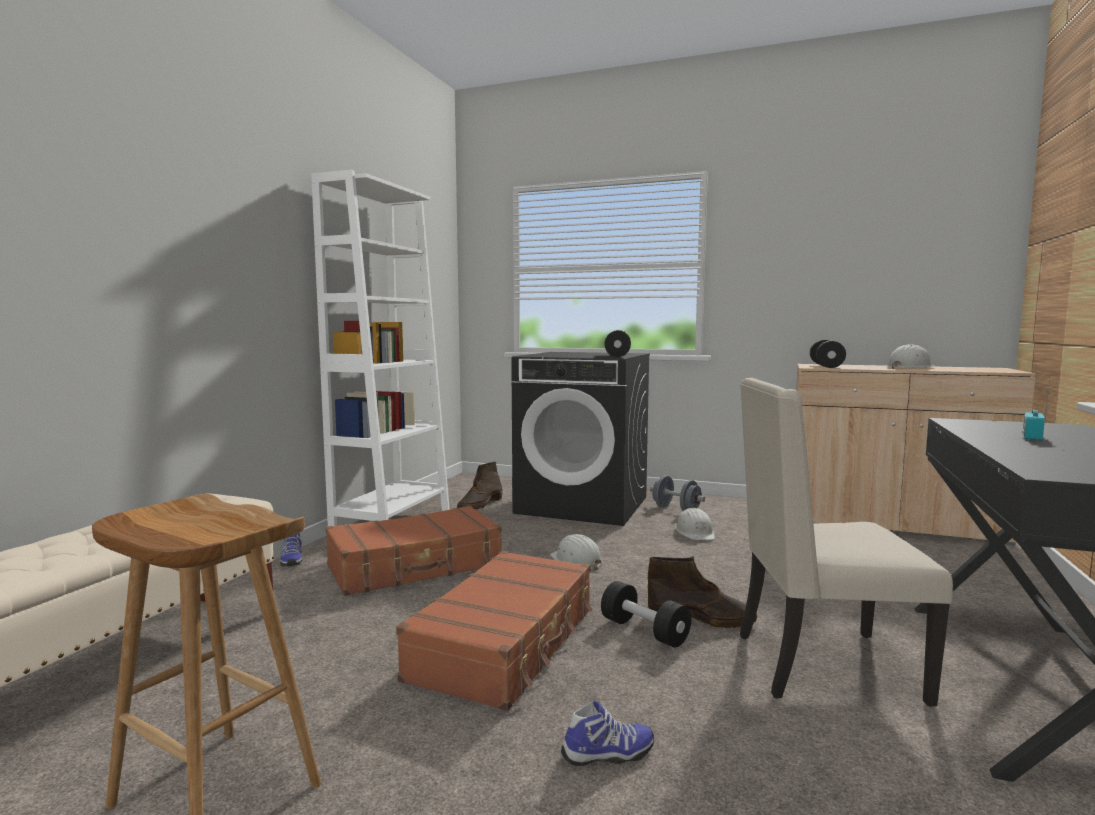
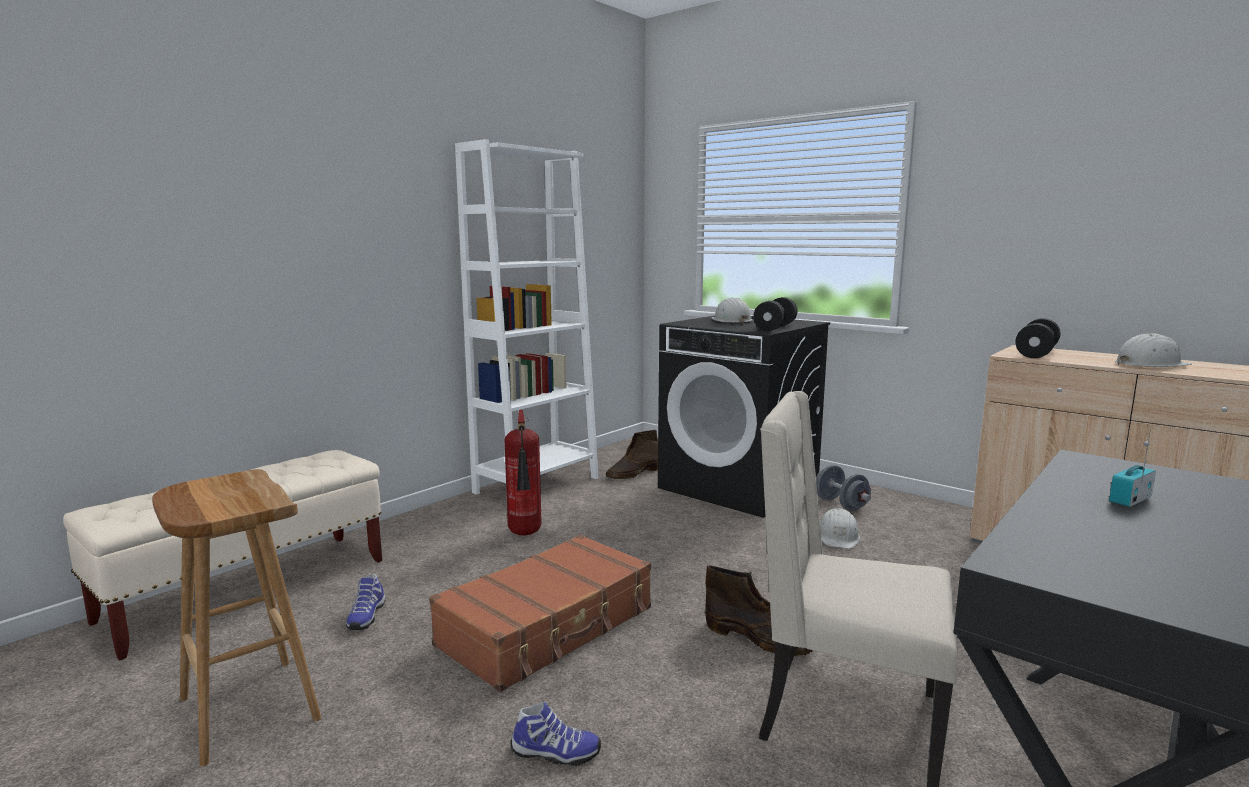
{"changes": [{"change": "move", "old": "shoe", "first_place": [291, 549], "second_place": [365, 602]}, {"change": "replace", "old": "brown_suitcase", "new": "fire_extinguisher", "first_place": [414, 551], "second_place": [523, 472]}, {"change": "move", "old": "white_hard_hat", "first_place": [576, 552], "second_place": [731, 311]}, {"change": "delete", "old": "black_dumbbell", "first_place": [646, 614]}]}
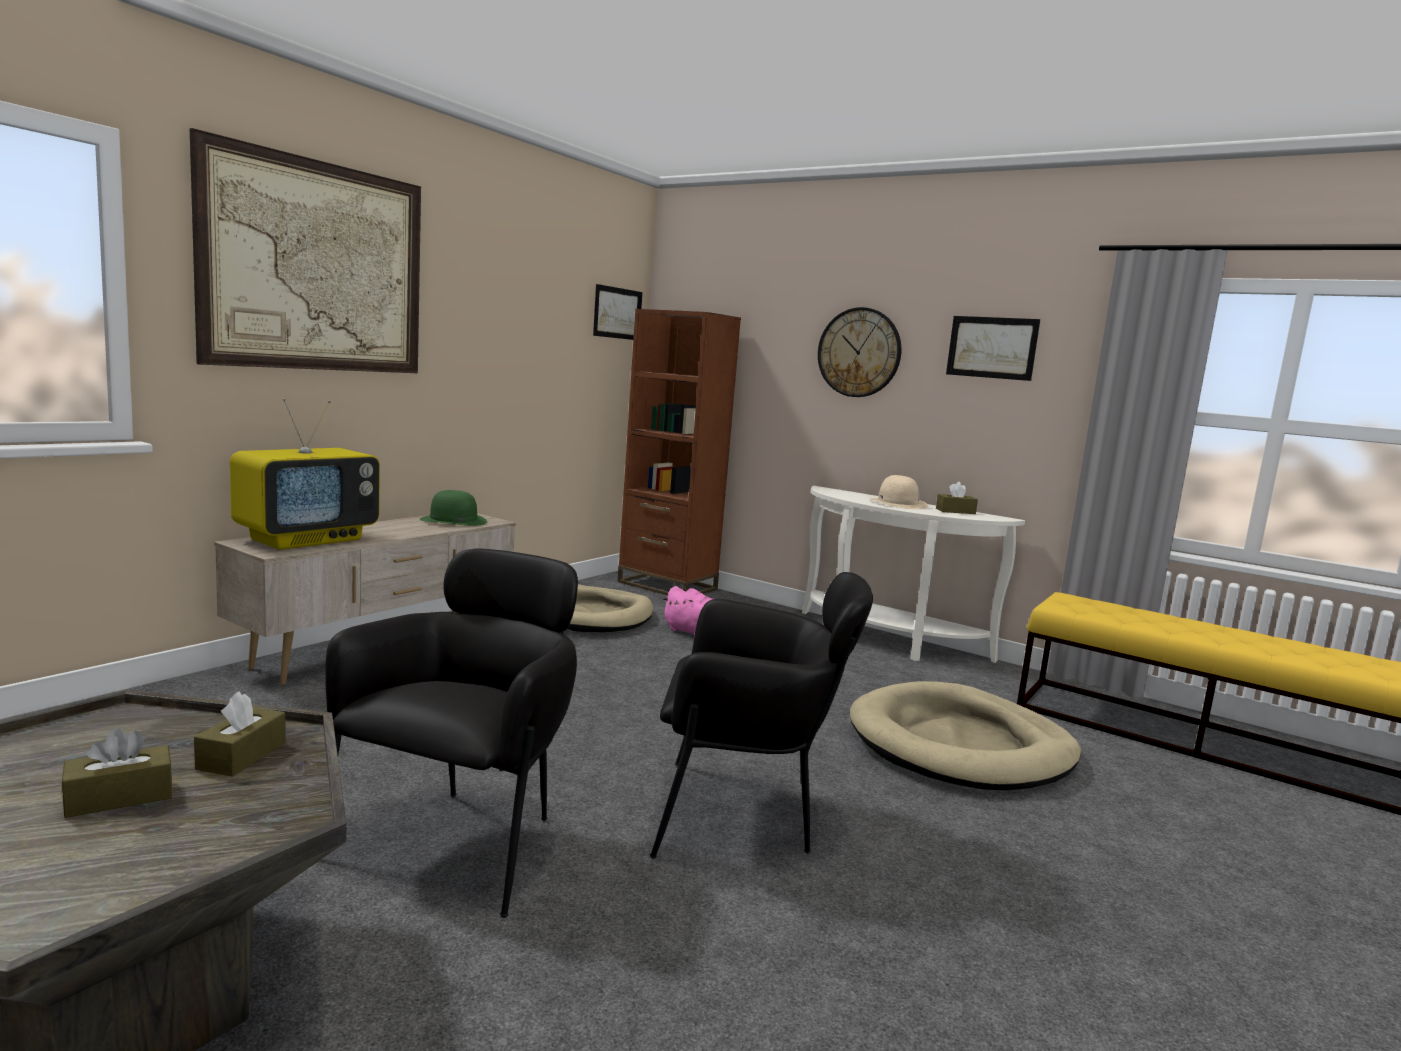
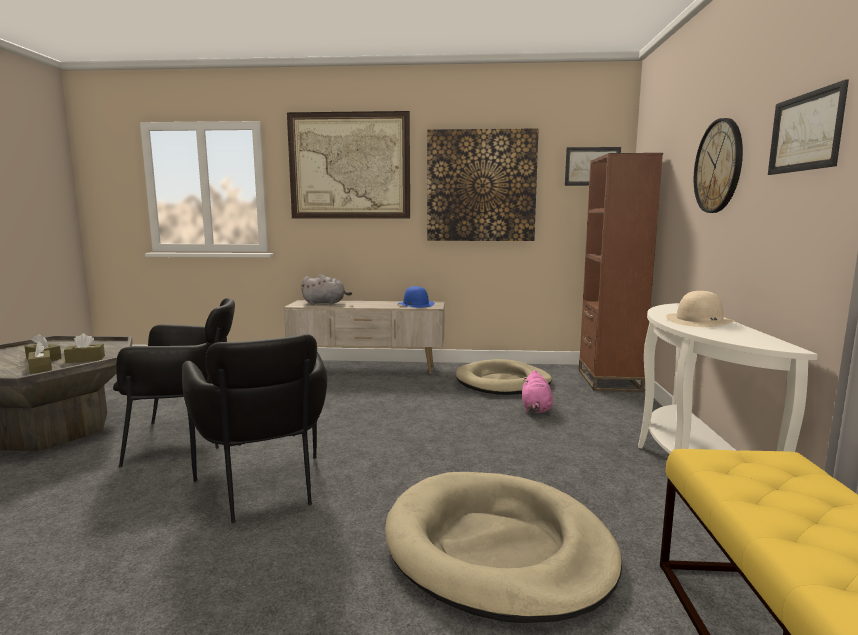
{"changes": [{"change": "replace", "old": "television", "new": "grey_plush_toy", "first_place": [305, 474], "second_place": [326, 289]}, {"change": "recolor", "old": "green_hat", "new": "blue_hat", "first_place": [453, 508], "second_place": [416, 297]}, {"change": "move", "old": "brown_tissue_box", "first_place": [957, 498], "second_place": [40, 357]}, {"change": "insert", "new": "picture", "second_place": [483, 184]}]}
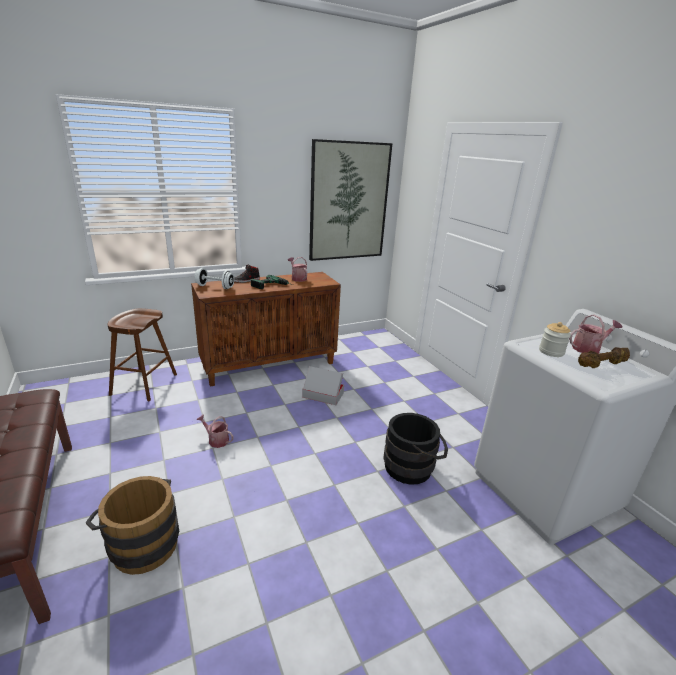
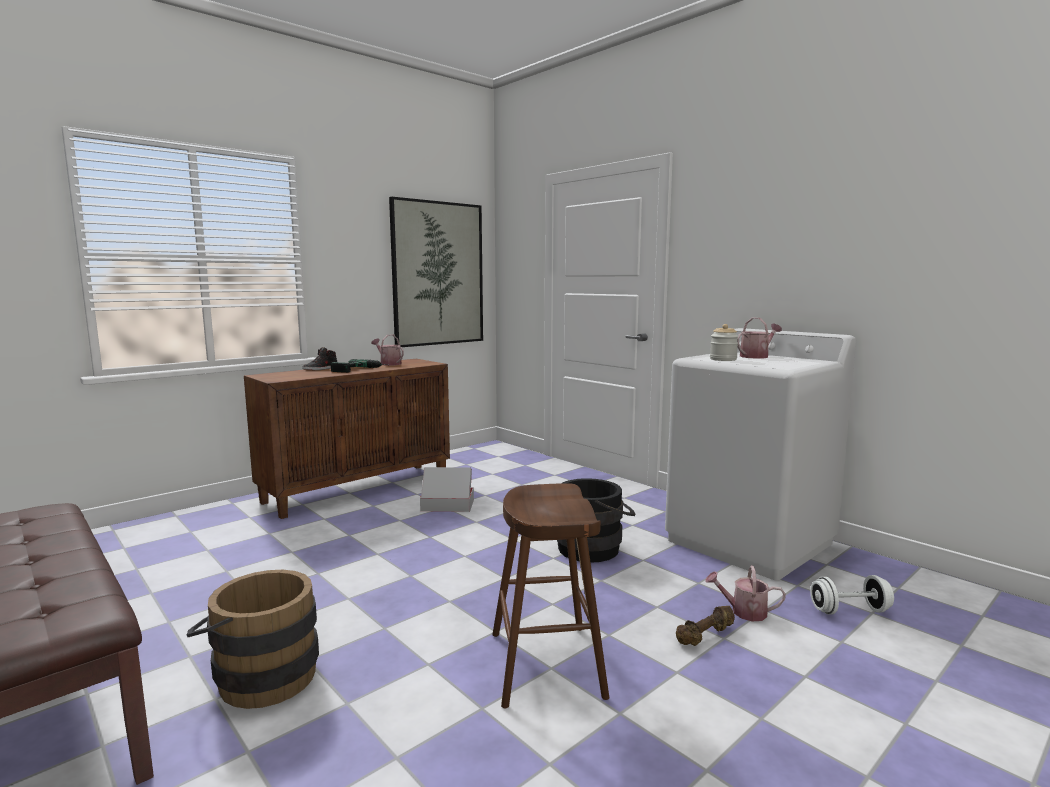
{"changes": [{"change": "move", "old": "brown_stool", "first_place": [142, 354], "second_place": [550, 595]}, {"change": "move", "old": "white_dumbbell", "first_place": [214, 278], "second_place": [852, 595]}, {"change": "move", "old": "watering_can", "first_place": [215, 431], "second_place": [745, 593]}, {"change": "move", "old": "brown_dumbbell", "first_place": [604, 357], "second_place": [705, 626]}]}
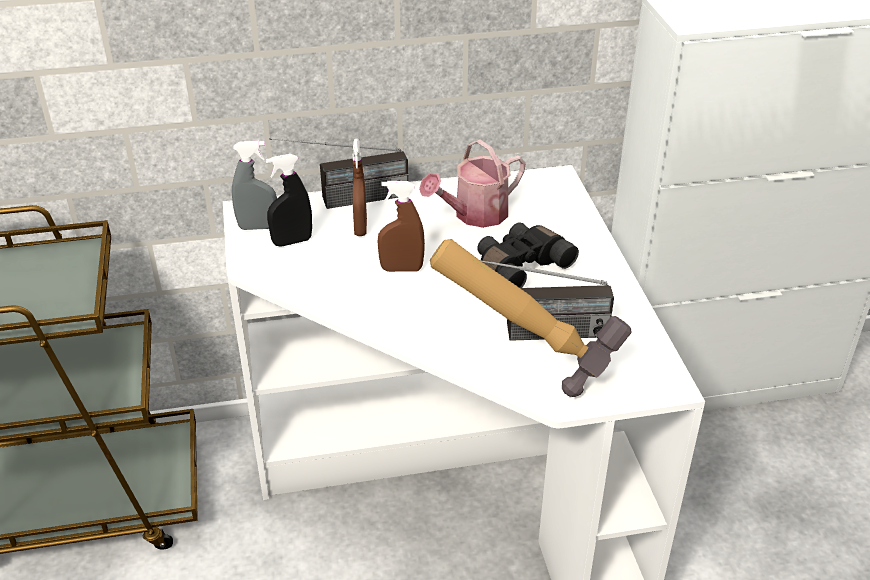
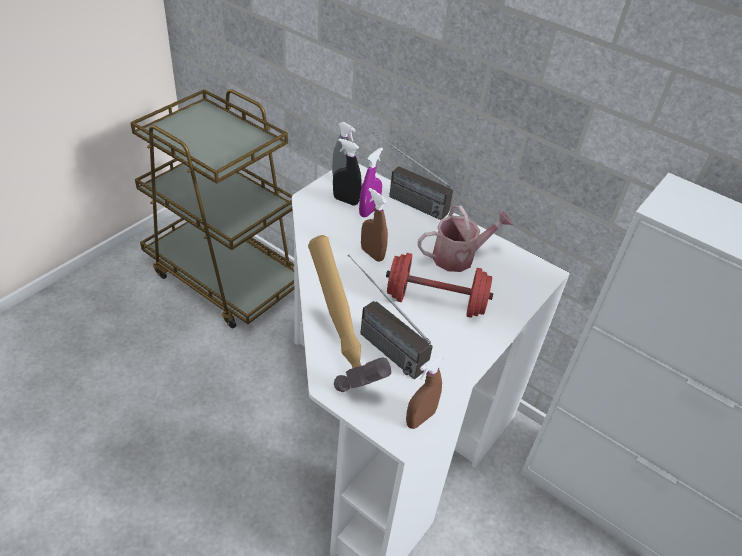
{"changes": [{"change": "move", "old": "brown_spray_bottle", "first_place": [359, 187], "second_place": [425, 391]}, {"change": "rotate", "old": "watering_can", "first_place": [472, 183], "second_place": [465, 238], "degrees": 150}, {"change": "replace", "old": "black_binoculars", "new": "red_dumbbell", "first_place": [528, 255], "second_place": [439, 285]}, {"change": "insert", "new": "purple_spray_bottle", "second_place": [371, 182]}]}
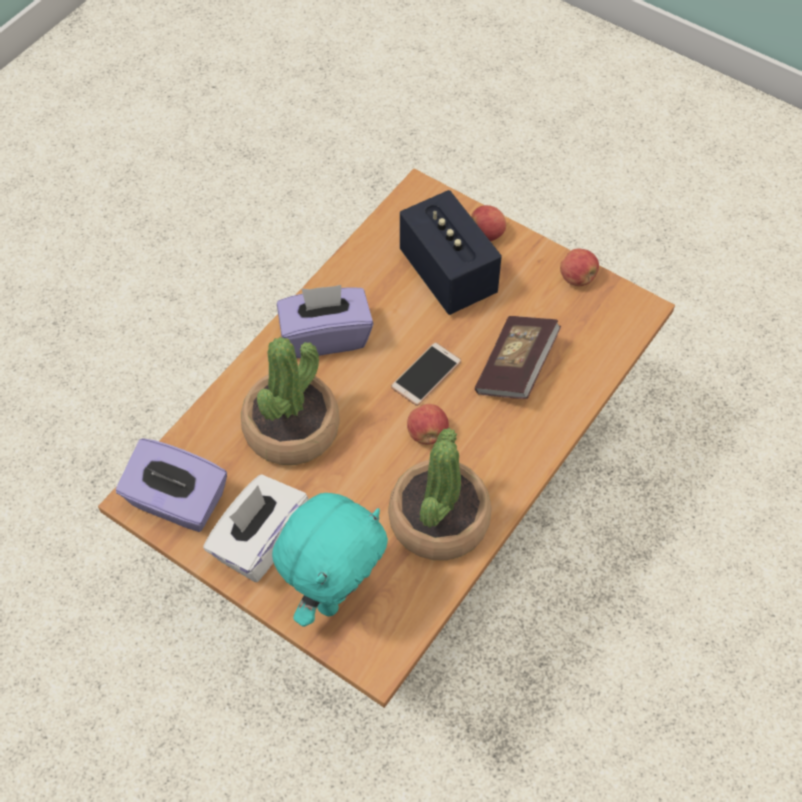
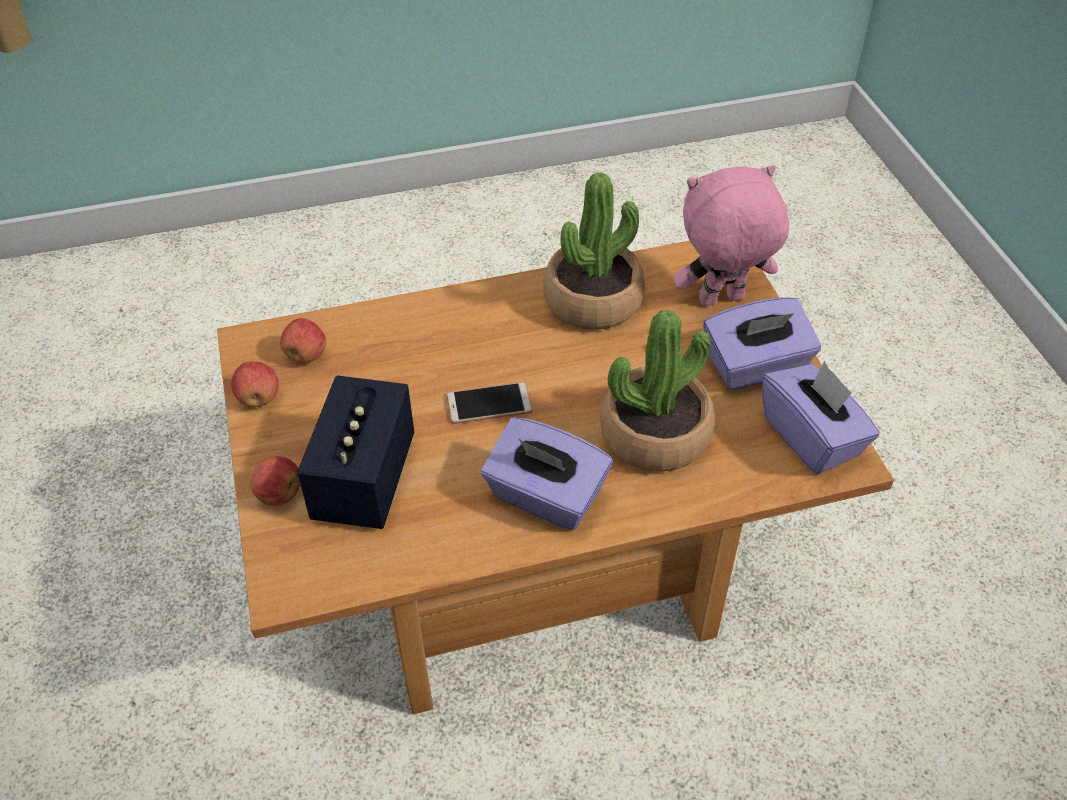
{"changes": [{"change": "recolor", "old": "white_tissue_box", "new": "purple_tissue_box", "first_place": [256, 528], "second_place": [762, 343]}, {"change": "recolor", "old": "turquoise_plush_toy", "new": "pink_plush_toy", "first_place": [330, 560], "second_place": [731, 235]}, {"change": "move", "old": "apple", "first_place": [428, 424], "second_place": [303, 340]}, {"change": "delete", "old": "book", "first_place": [518, 357]}]}
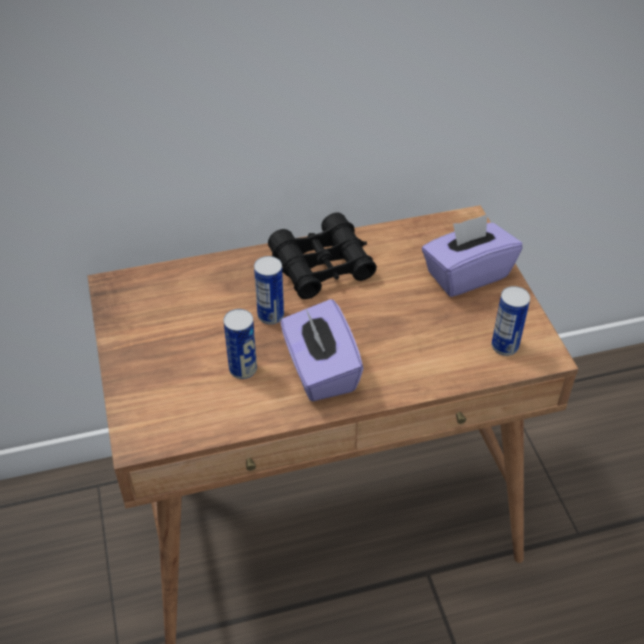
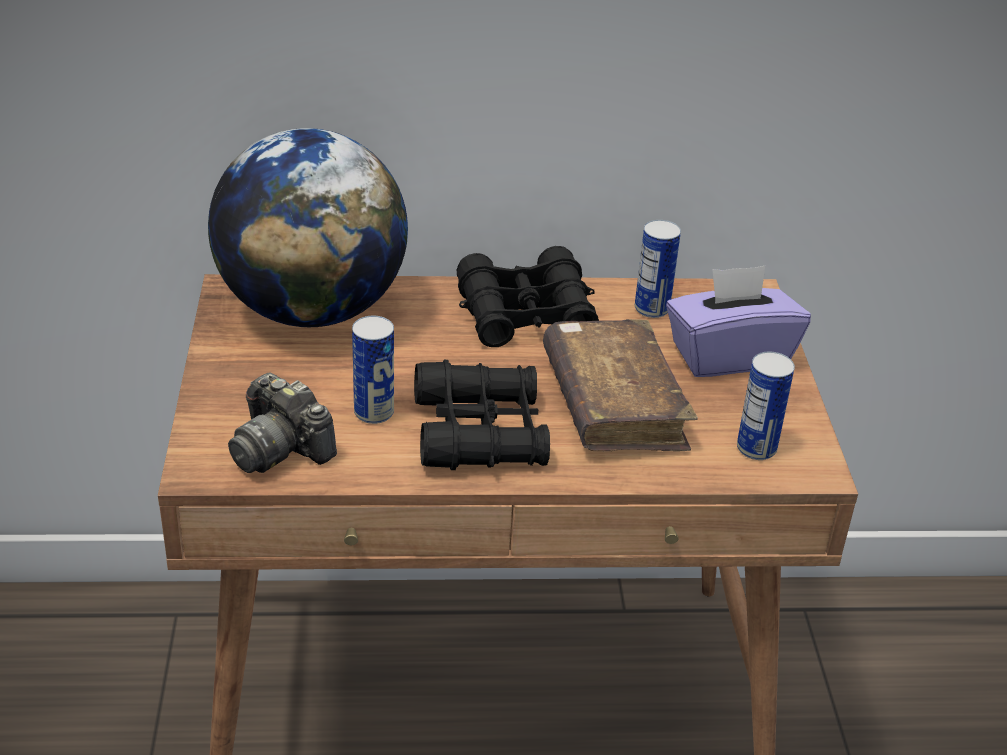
{"changes": [{"change": "move", "old": "can", "first_place": [269, 290], "second_place": [658, 269]}, {"change": "replace", "old": "purple_tissue_box", "new": "black_binoculars", "first_place": [322, 350], "second_place": [482, 415]}, {"change": "insert", "new": "globe", "second_place": [308, 227]}, {"change": "insert", "new": "photo_camera", "second_place": [282, 422]}, {"change": "insert", "new": "brown_book", "second_place": [620, 385]}]}
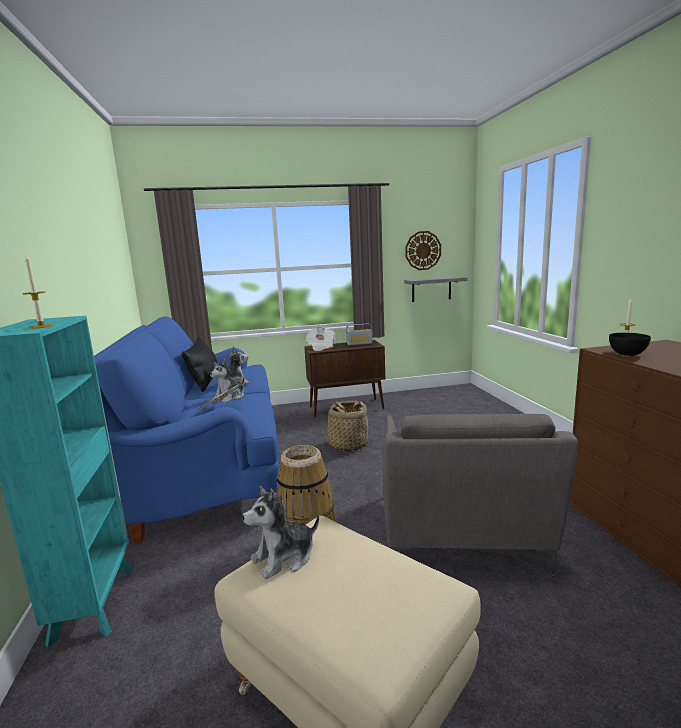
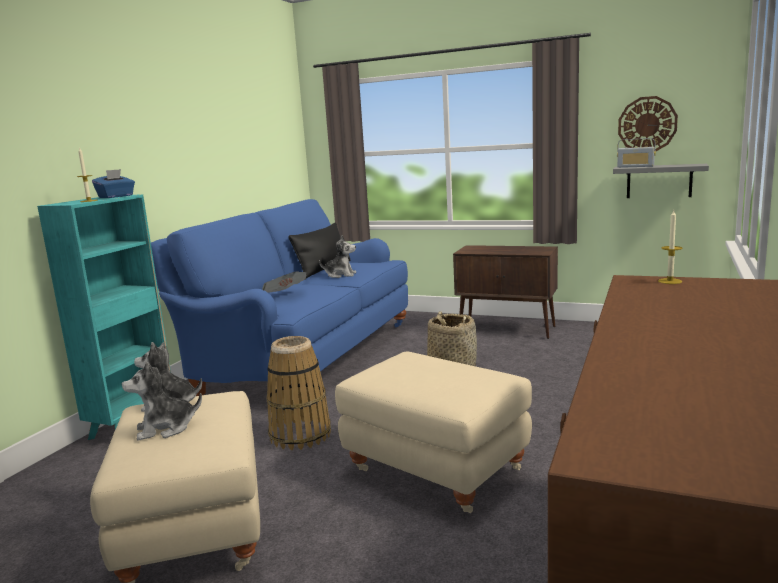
{"changes": [{"change": "move", "old": "plush_toy", "first_place": [227, 380], "second_place": [162, 400]}, {"change": "delete", "old": "newspaper", "first_place": [320, 339]}, {"change": "move", "old": "radio", "first_place": [359, 334], "second_place": [636, 153]}, {"change": "replace", "old": "grey_armchair", "new": "beige_ottoman", "first_place": [480, 495], "second_place": [433, 432]}, {"change": "delete", "old": "black_bowl", "first_place": [630, 344]}, {"change": "insert", "new": "blue_tissue_box", "second_place": [113, 183]}]}
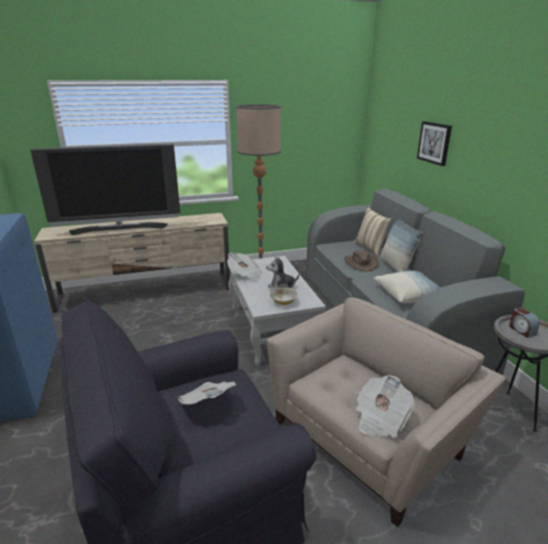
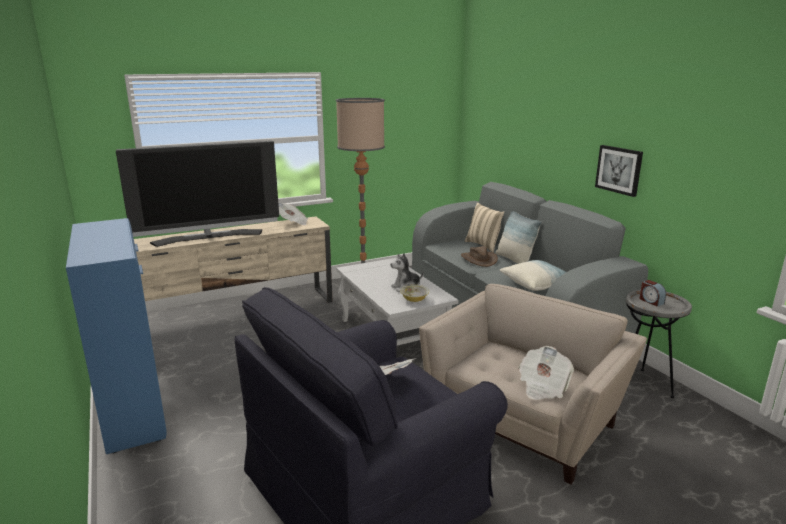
{"changes": [{"change": "move", "old": "newspaper", "first_place": [244, 267], "second_place": [293, 214]}, {"change": "move", "old": "picture", "first_place": [434, 143], "second_place": [619, 171]}]}
